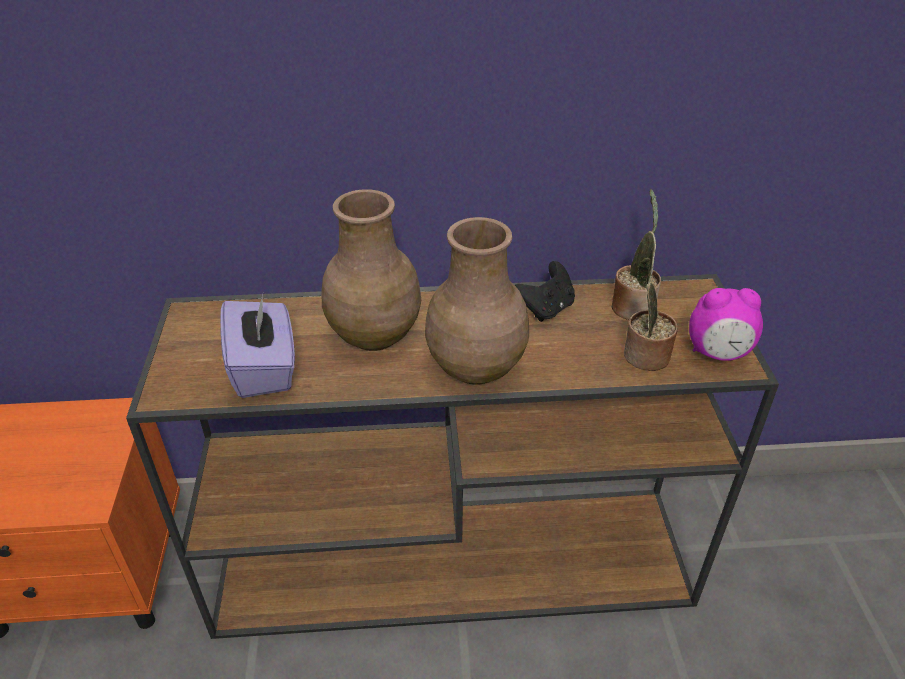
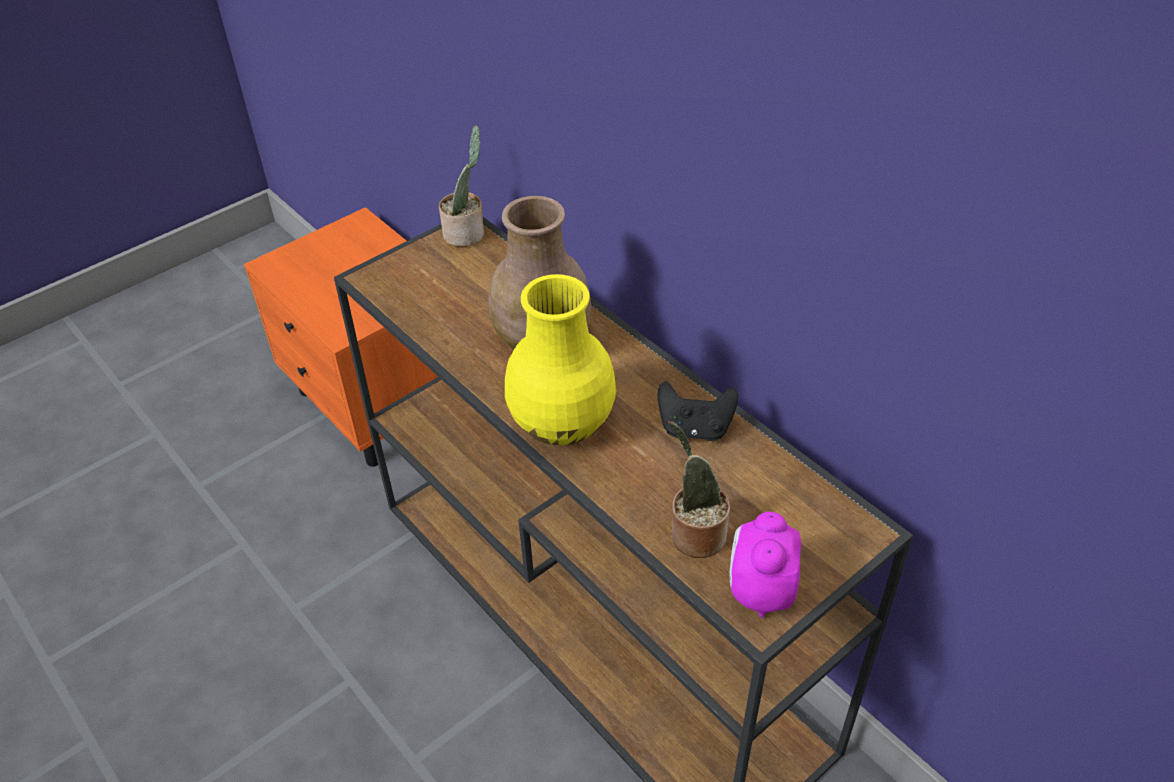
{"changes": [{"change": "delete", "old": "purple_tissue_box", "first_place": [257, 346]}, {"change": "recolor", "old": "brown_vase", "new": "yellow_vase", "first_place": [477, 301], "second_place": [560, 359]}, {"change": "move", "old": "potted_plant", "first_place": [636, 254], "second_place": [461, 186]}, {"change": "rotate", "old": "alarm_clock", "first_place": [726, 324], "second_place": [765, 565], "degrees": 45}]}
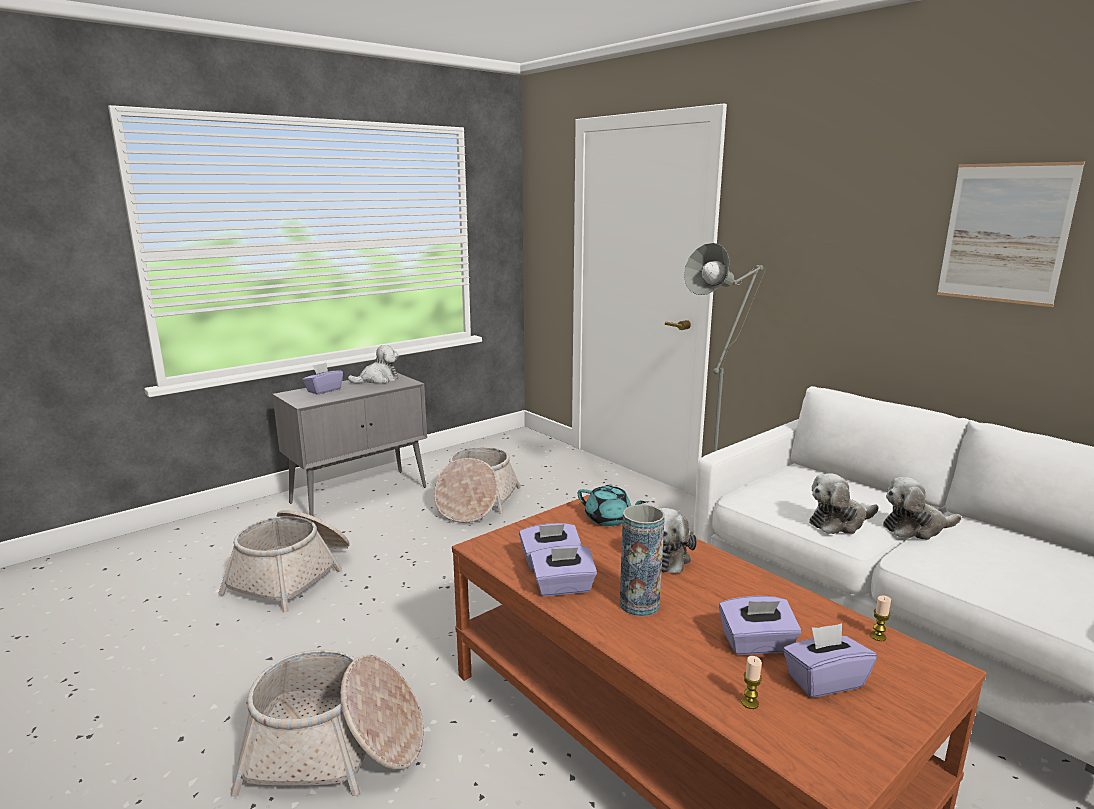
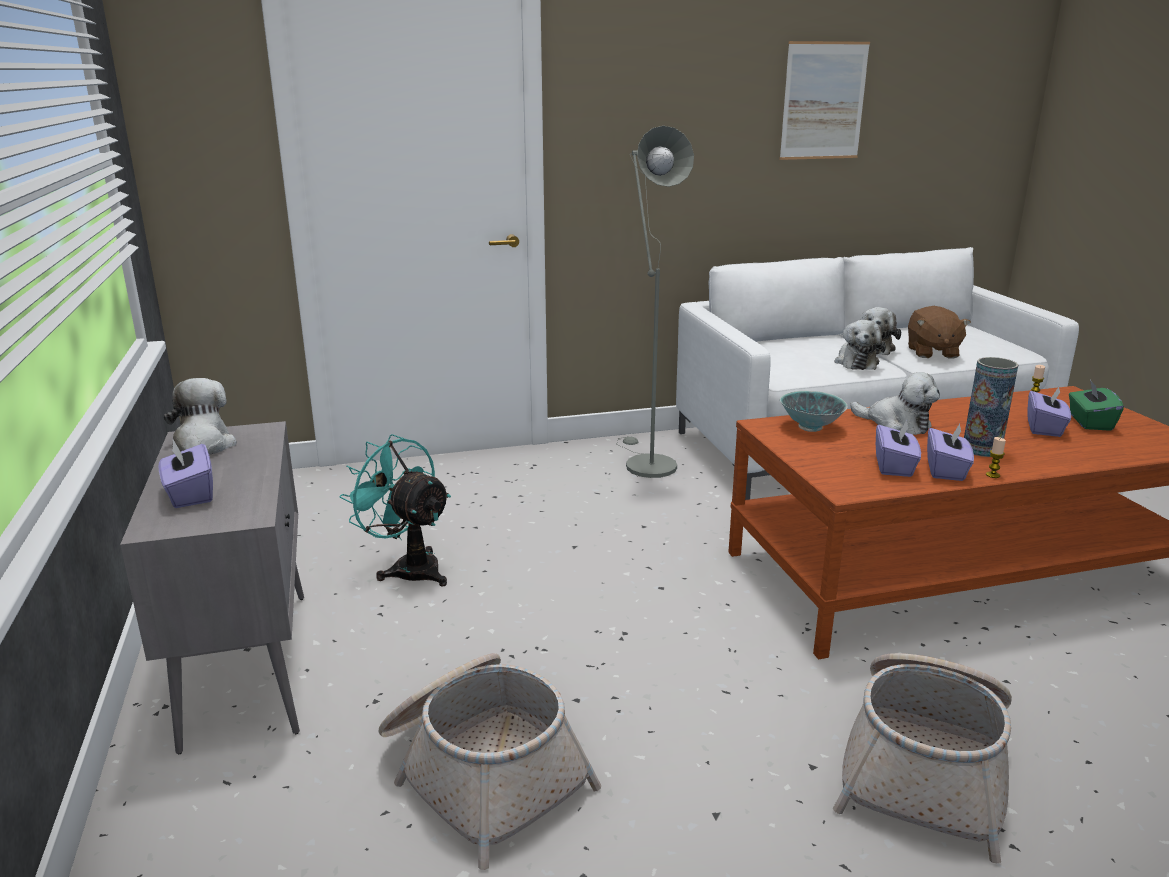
{"changes": [{"change": "replace", "old": "basket", "new": "turquoise_fan", "first_place": [477, 485], "second_place": [395, 510]}, {"change": "replace", "old": "turquoise_teapot", "new": "bowl", "first_place": [612, 505], "second_place": [814, 411]}, {"change": "move", "old": "candle", "first_place": [751, 682], "second_place": [996, 457]}, {"change": "recolor", "old": "purple_tissue_box", "new": "green_tissue_box", "first_place": [830, 660], "second_place": [1096, 405]}, {"change": "insert", "new": "brown_plush_toy", "second_place": [939, 332]}]}
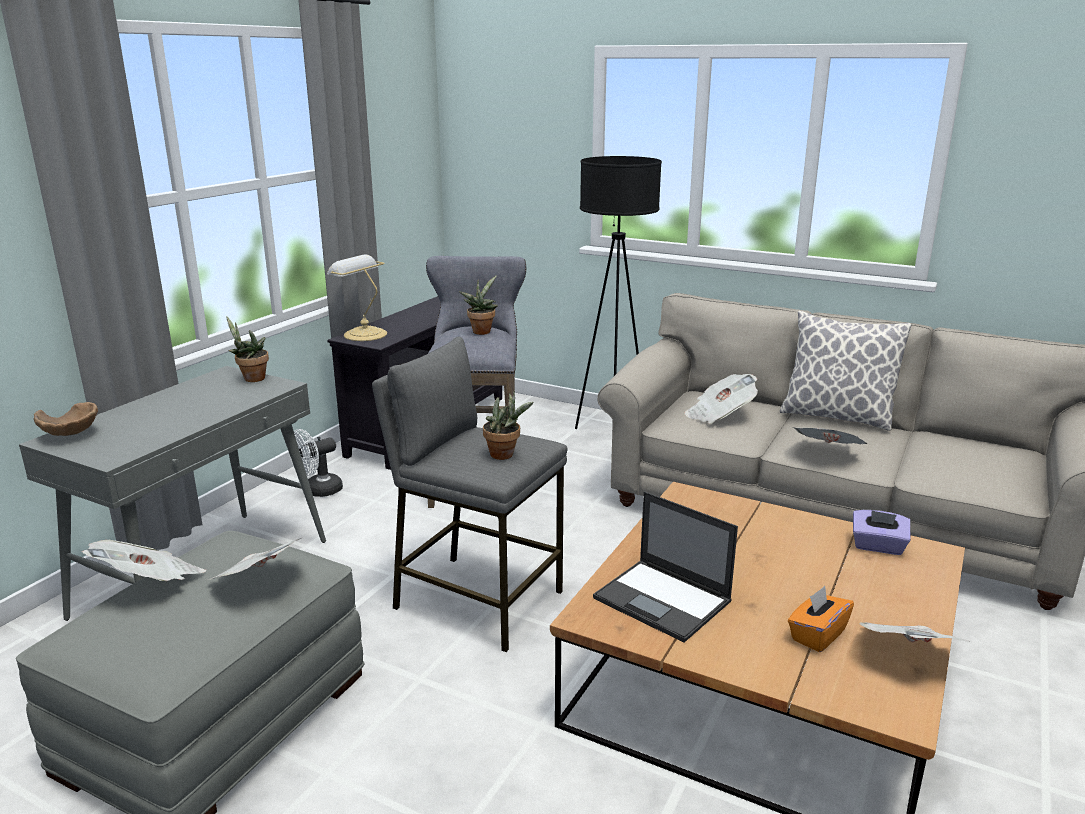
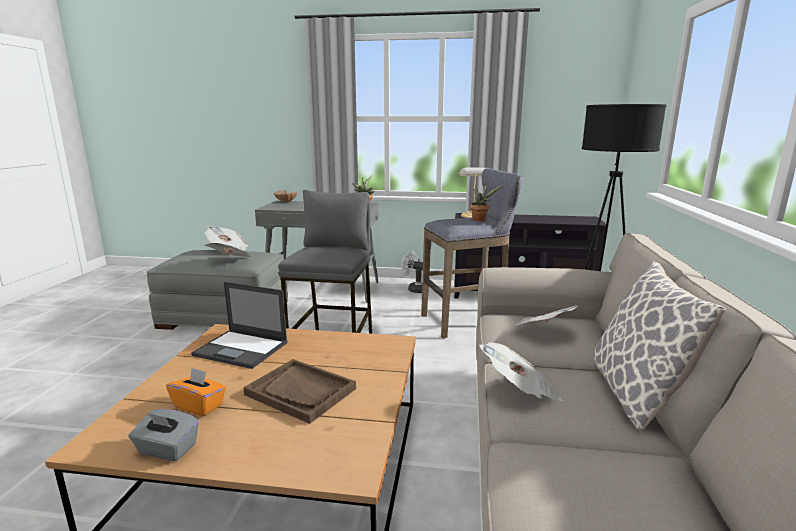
{"changes": [{"change": "delete", "old": "potted_plant", "first_place": [508, 425]}, {"change": "rotate", "old": "laptop", "first_place": [665, 567], "second_place": [239, 325], "degrees": -90}, {"change": "delete", "old": "purple_tissue_box", "first_place": [882, 532]}, {"change": "replace", "old": "newspaper", "new": "grey_tissue_box", "first_place": [915, 632], "second_place": [163, 435]}, {"change": "insert", "new": "brown_tray", "second_place": [299, 391]}]}
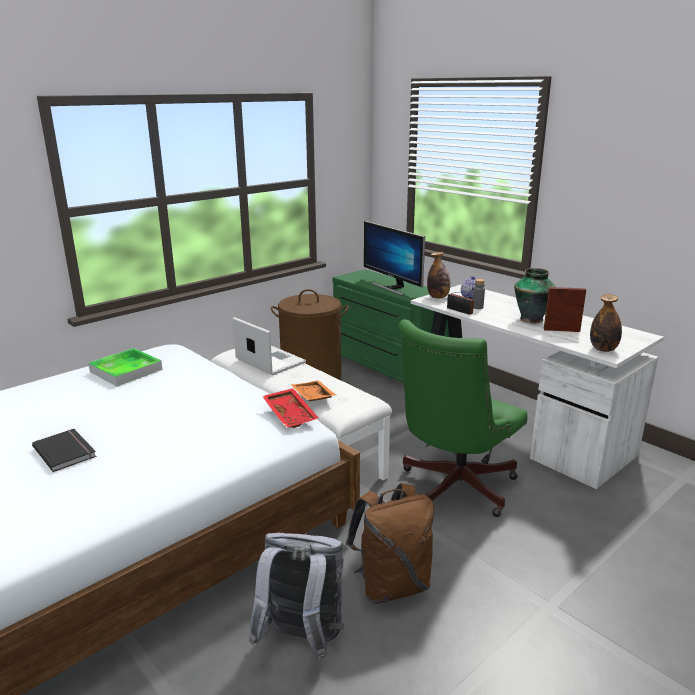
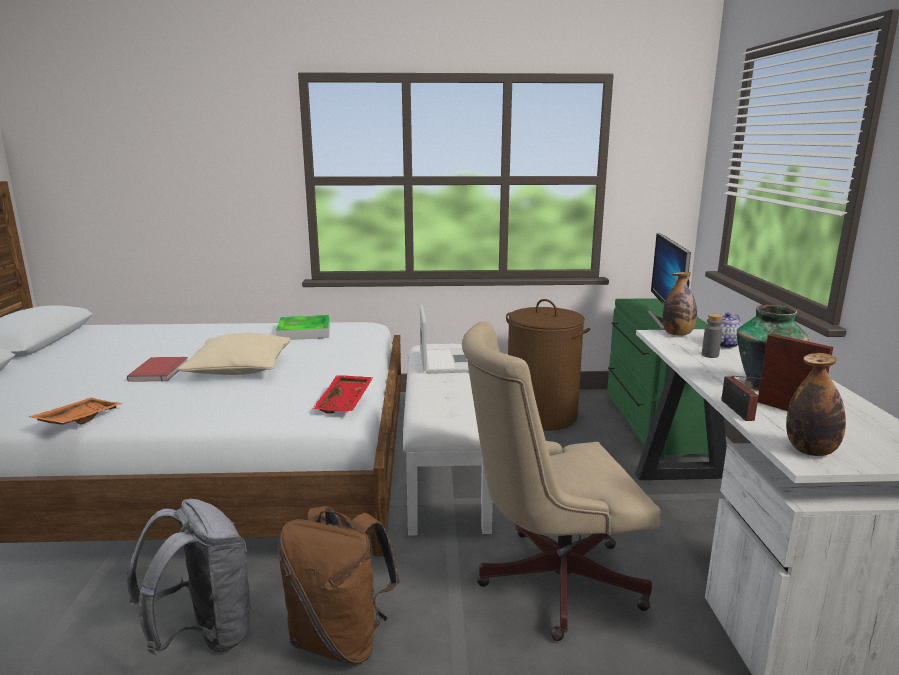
{"changes": [{"change": "recolor", "old": "black_book", "new": "red_book", "first_place": [64, 450], "second_place": [157, 369]}, {"change": "move", "old": "orange_tray", "first_place": [313, 390], "second_place": [76, 411]}, {"change": "recolor", "old": "green_office_chair", "new": "beige_office_chair", "first_place": [462, 418], "second_place": [561, 481]}, {"change": "move", "old": "radio", "first_place": [460, 302], "second_place": [742, 398]}, {"change": "insert", "new": "beige_pillow", "second_place": [234, 354]}]}
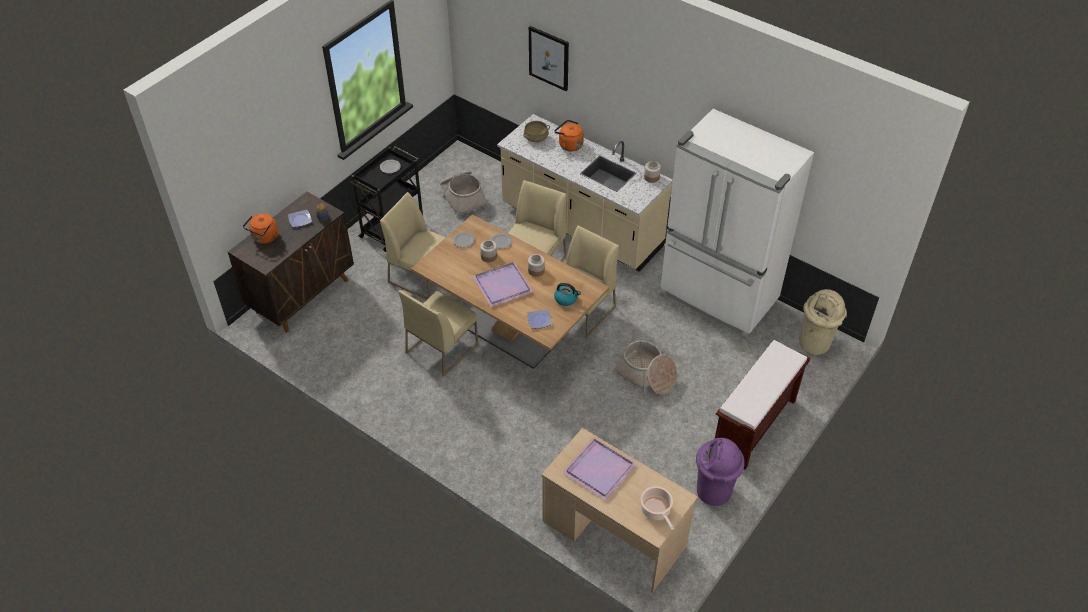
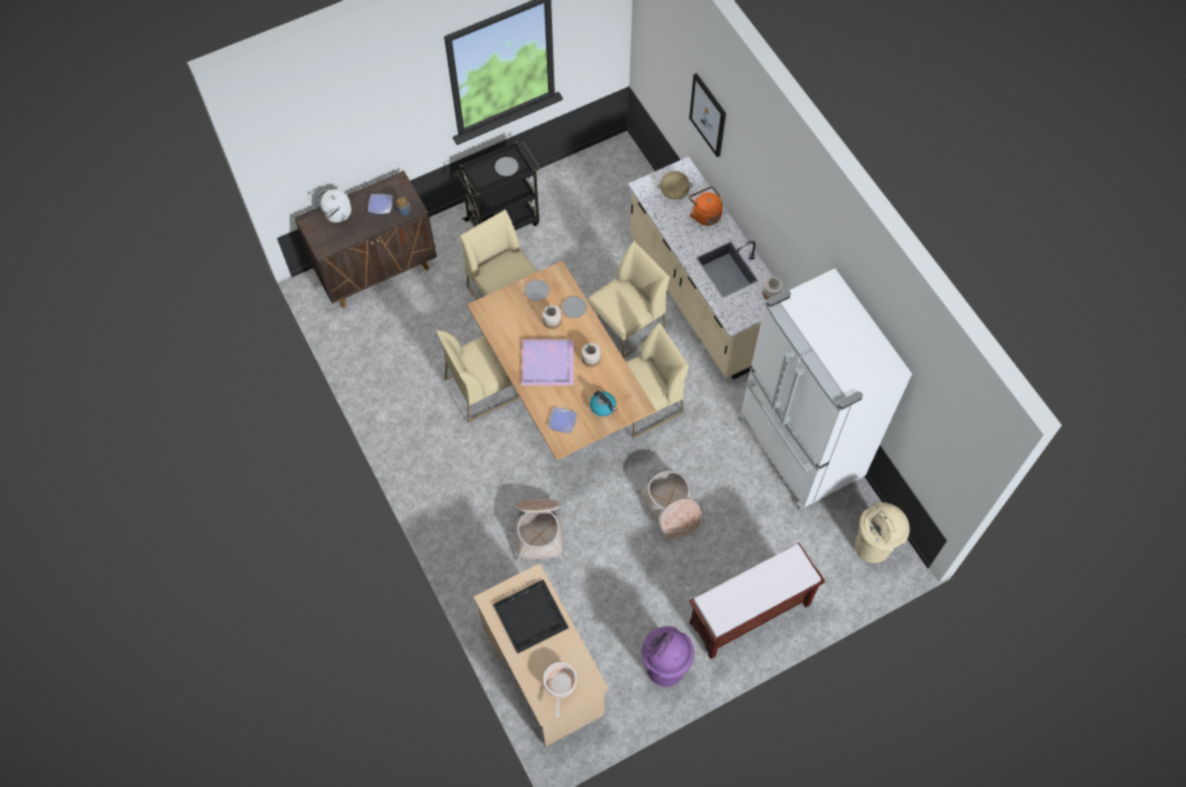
{"changes": [{"change": "recolor", "old": "orange_kettle", "new": "white_kettle", "first_place": [260, 228], "second_place": [332, 206]}, {"change": "move", "old": "basket", "first_place": [464, 194], "second_place": [539, 530]}, {"change": "recolor", "old": "purple_tray", "new": "black_tray", "first_place": [599, 469], "second_place": [531, 616]}]}
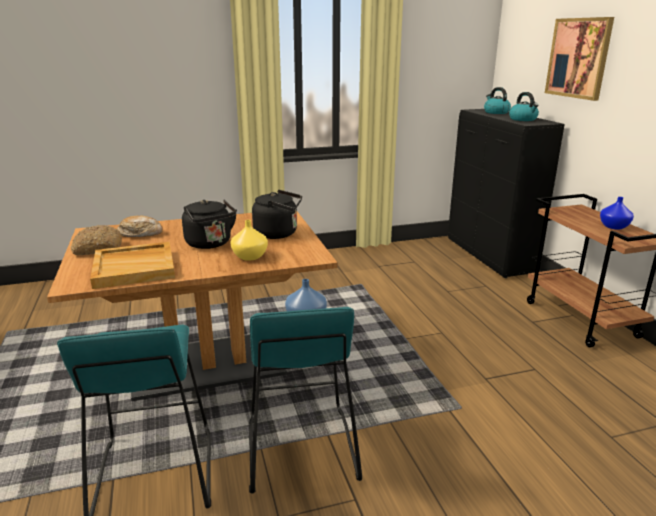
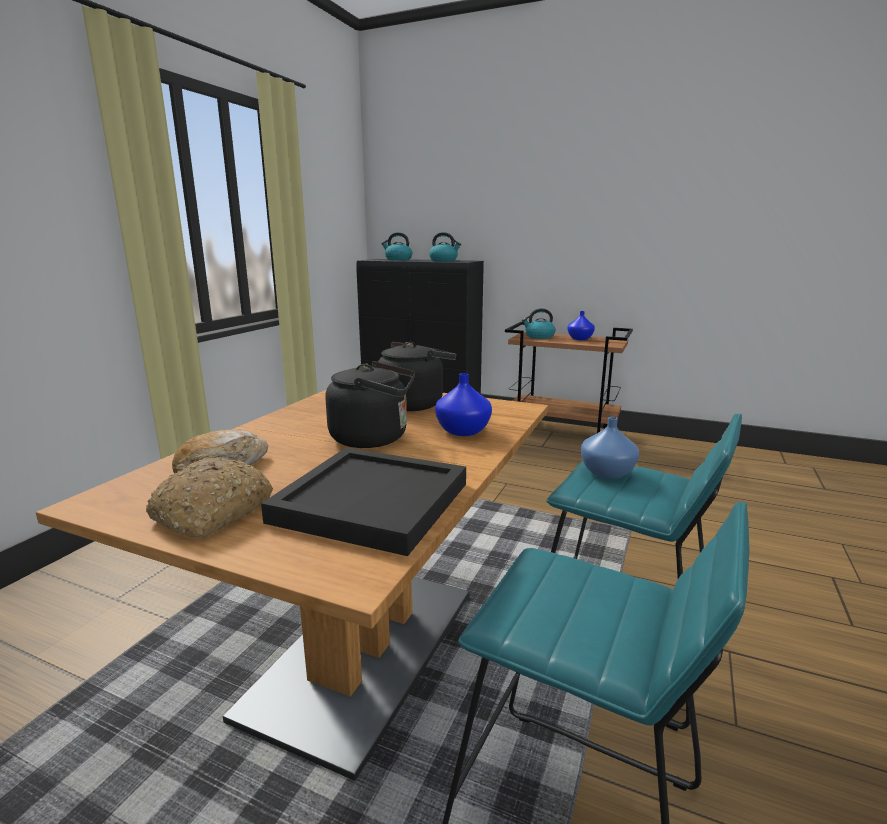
{"changes": [{"change": "recolor", "old": "beige_tray", "new": "black_tray", "first_place": [132, 265], "second_place": [363, 502]}, {"change": "recolor", "old": "yellow_vase", "new": "blue_vase", "first_place": [249, 240], "second_place": [463, 404]}, {"change": "delete", "old": "picture", "first_place": [579, 59]}, {"change": "insert", "new": "kettle", "second_place": [538, 323]}]}
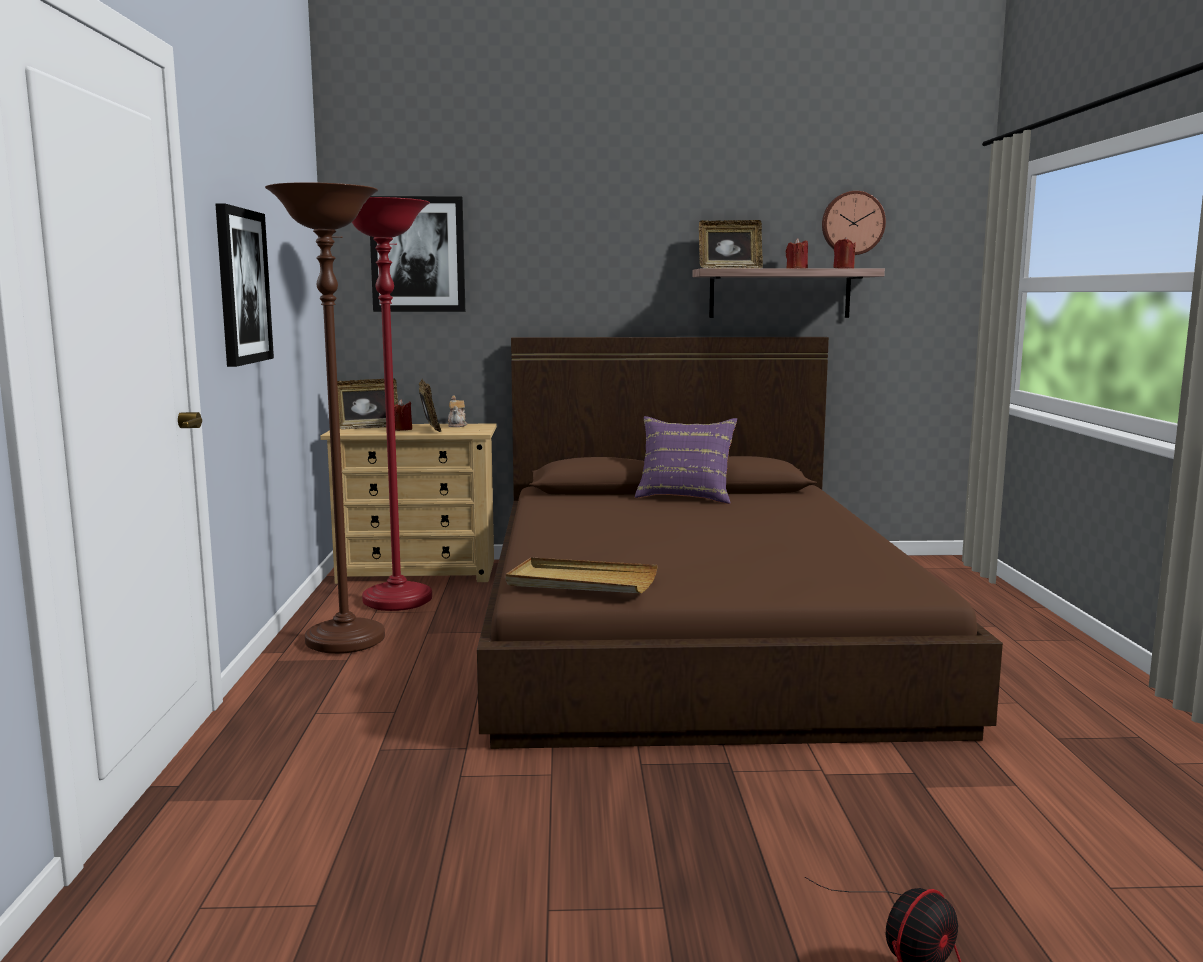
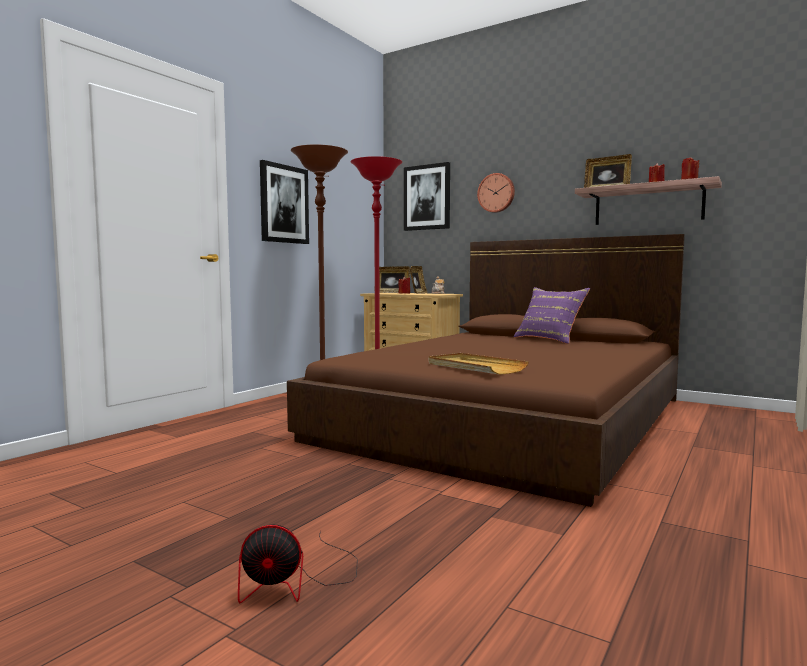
{"changes": [{"change": "move", "old": "beige_tray", "first_place": [582, 575], "second_place": [479, 364]}, {"change": "move", "old": "wall_clock", "first_place": [854, 223], "second_place": [496, 193]}]}
